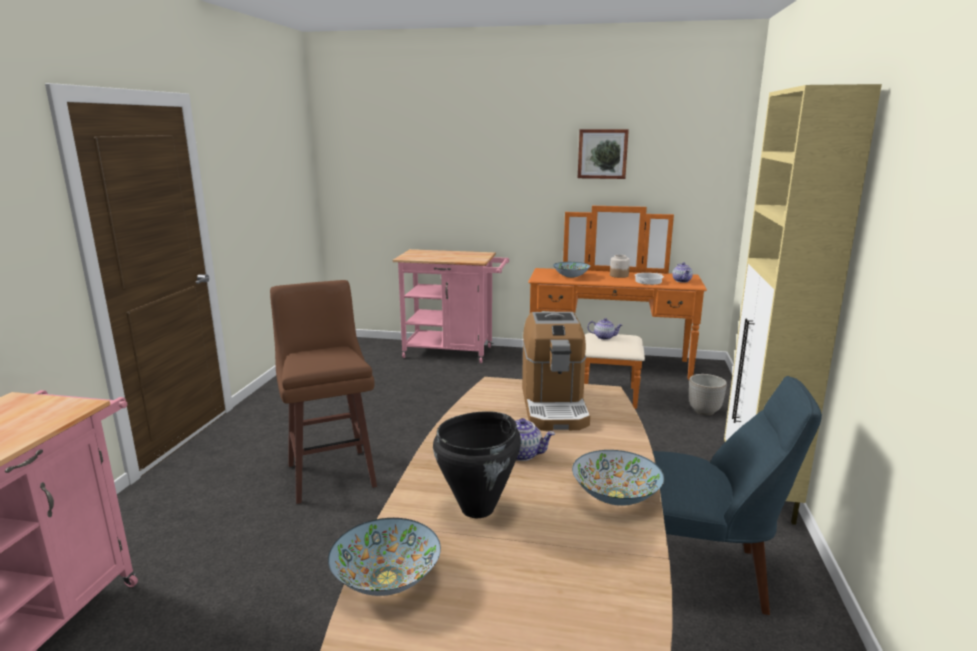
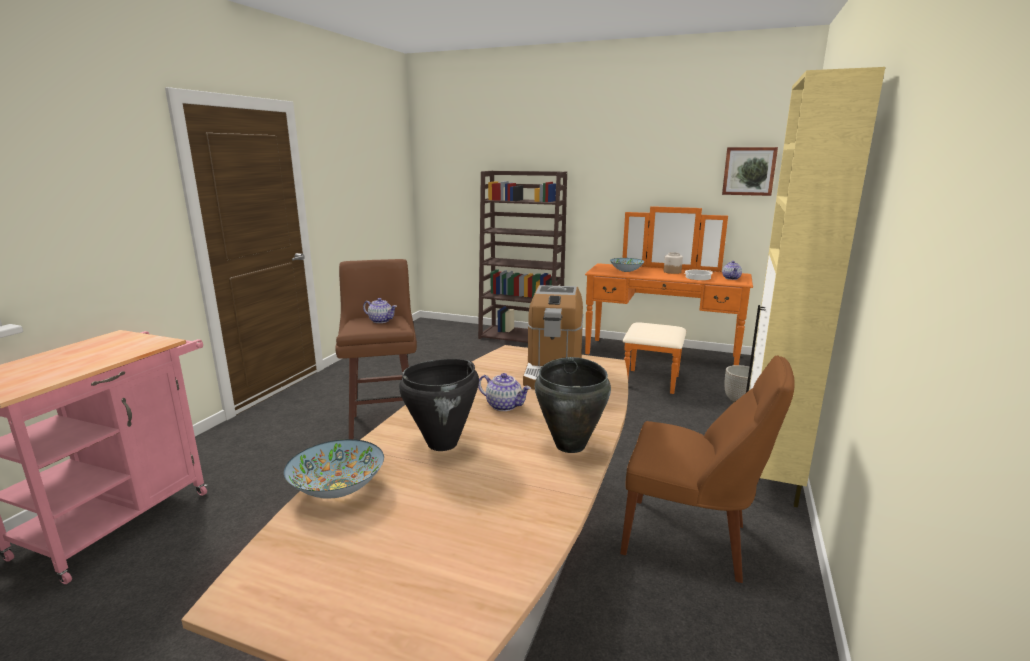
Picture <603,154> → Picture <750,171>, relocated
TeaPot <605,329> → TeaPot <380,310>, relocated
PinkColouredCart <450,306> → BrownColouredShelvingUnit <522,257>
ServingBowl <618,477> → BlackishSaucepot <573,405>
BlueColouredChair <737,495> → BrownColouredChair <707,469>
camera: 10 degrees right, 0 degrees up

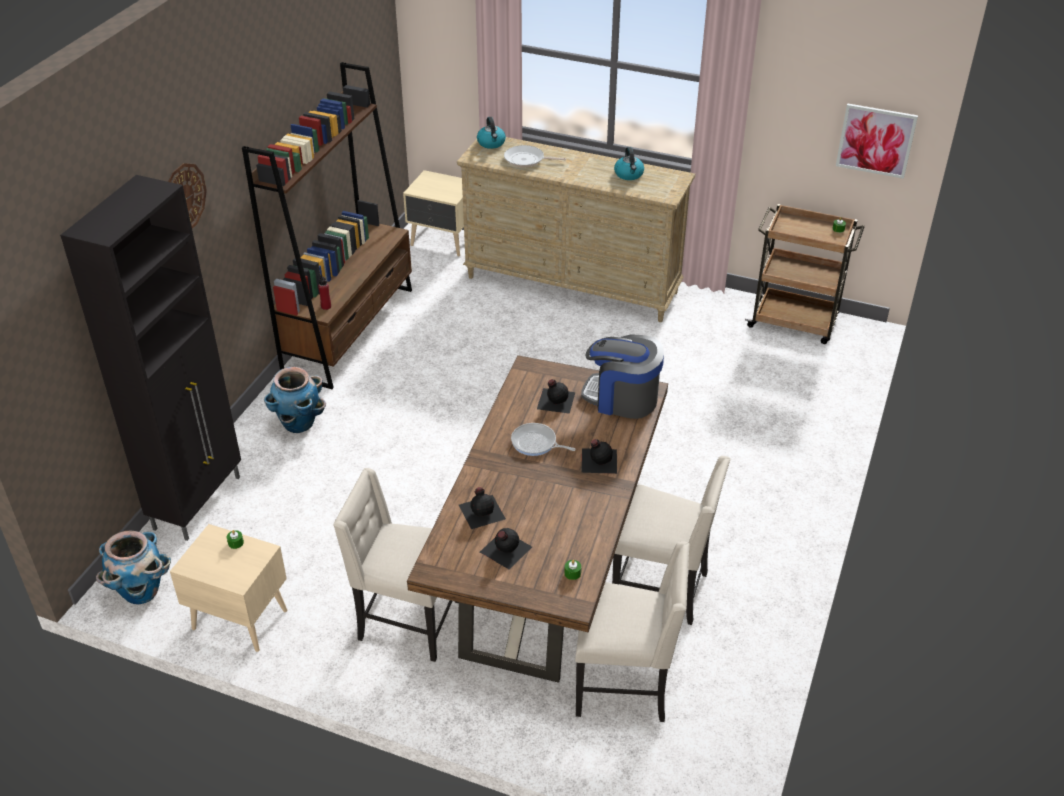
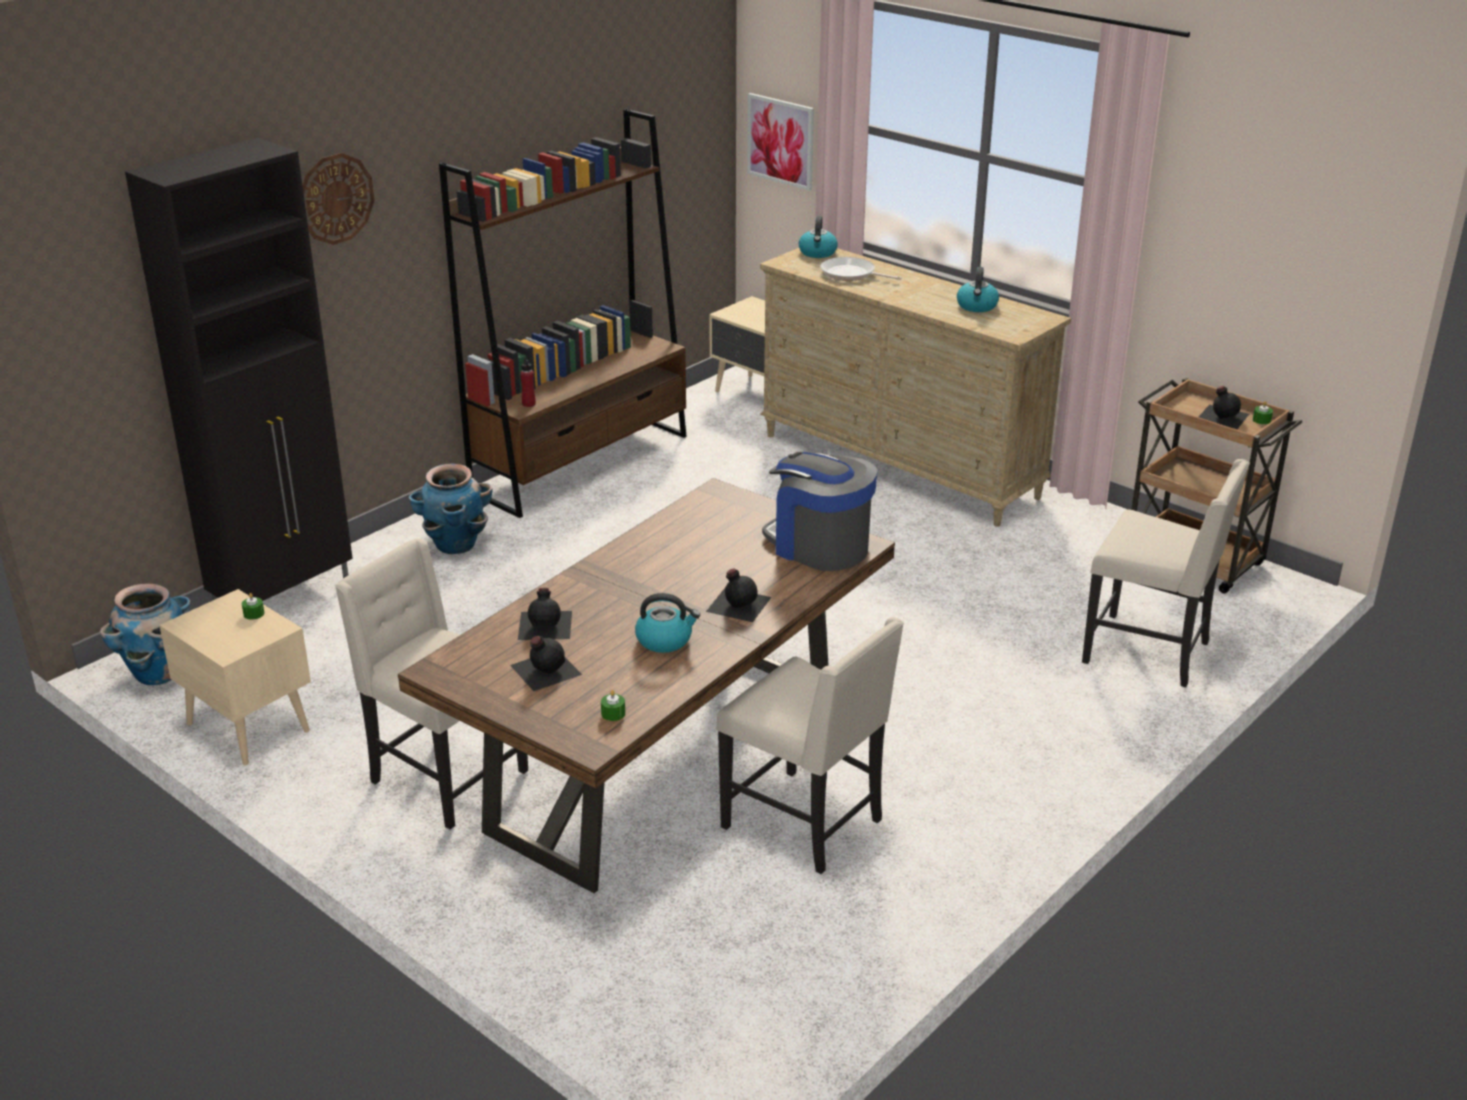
Pan <543,439> → -
- → Kettle <667,623>
BlackishBeverageBottle <556,396> → BlackishBeverageBottle <1224,407>, relocated
BeigeChair <632,631> → BeigeChair <1166,573>, relocated
Picture <877,141> → Picture <780,142>, relocated
camera: 20 degrees right, 10 degrees down

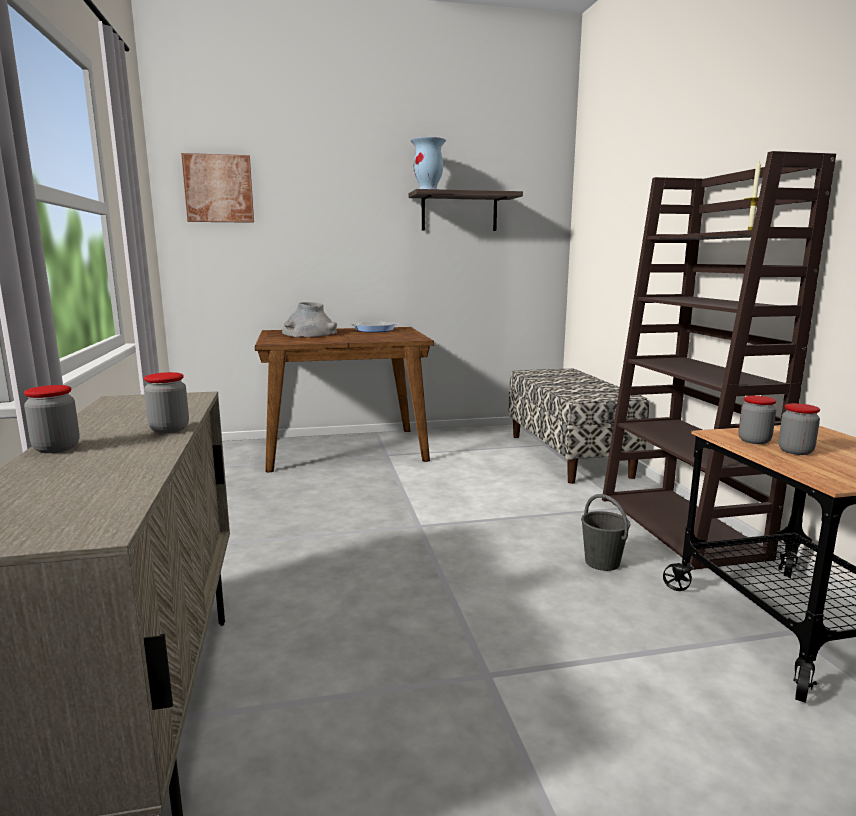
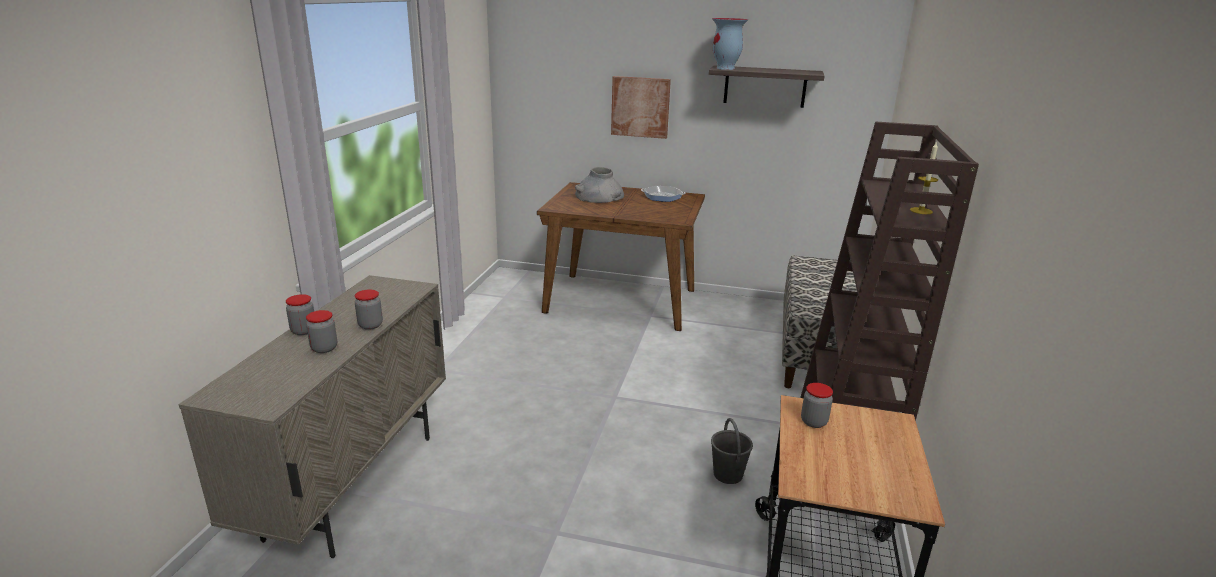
Picture <217,188> → Picture <641,107>, relocated
Jar <799,429> → Jar <321,331>, relocated
camera: 25 degrees right, 10 degrees up

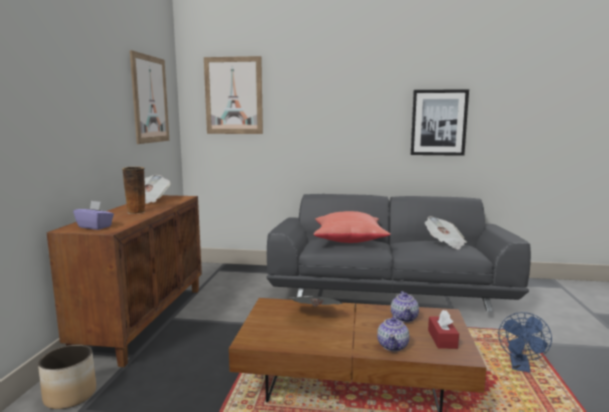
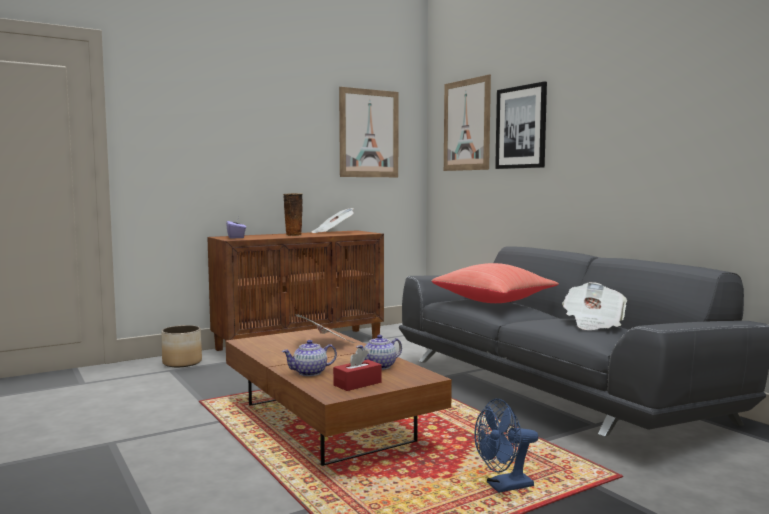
Picture <440,122> → Picture <521,125>, relocated
camera: 50 degrees right, 5 degrees down

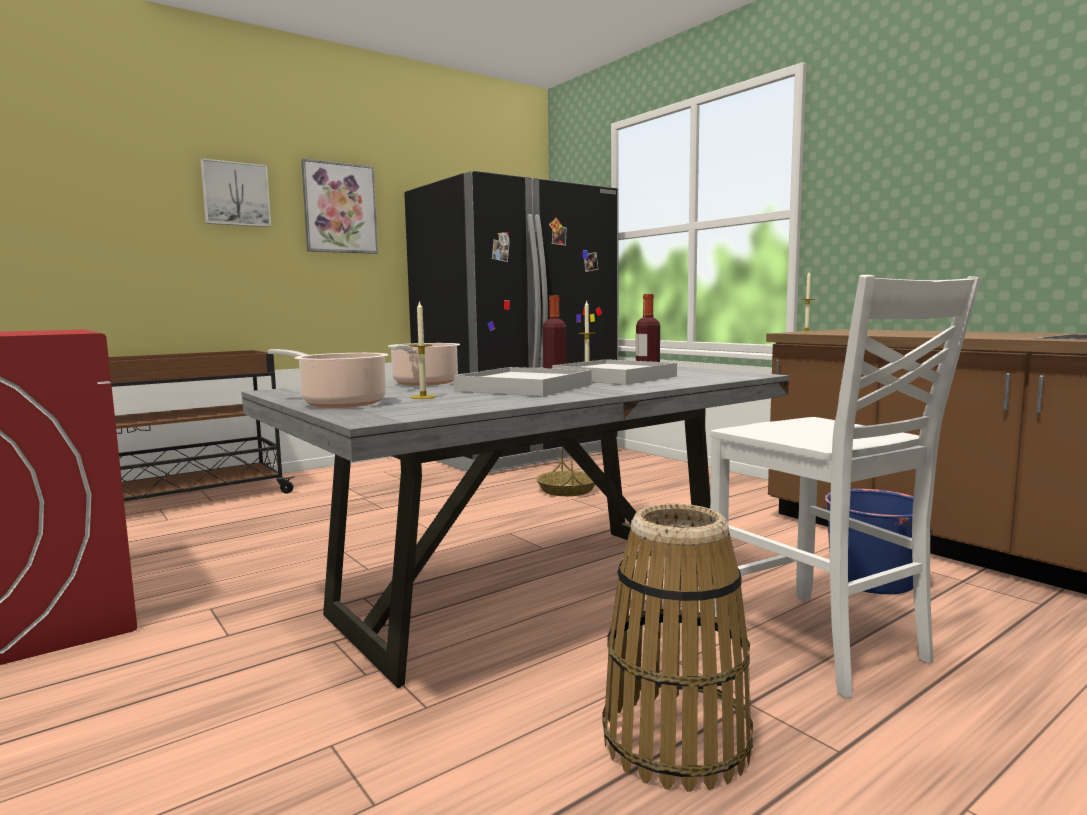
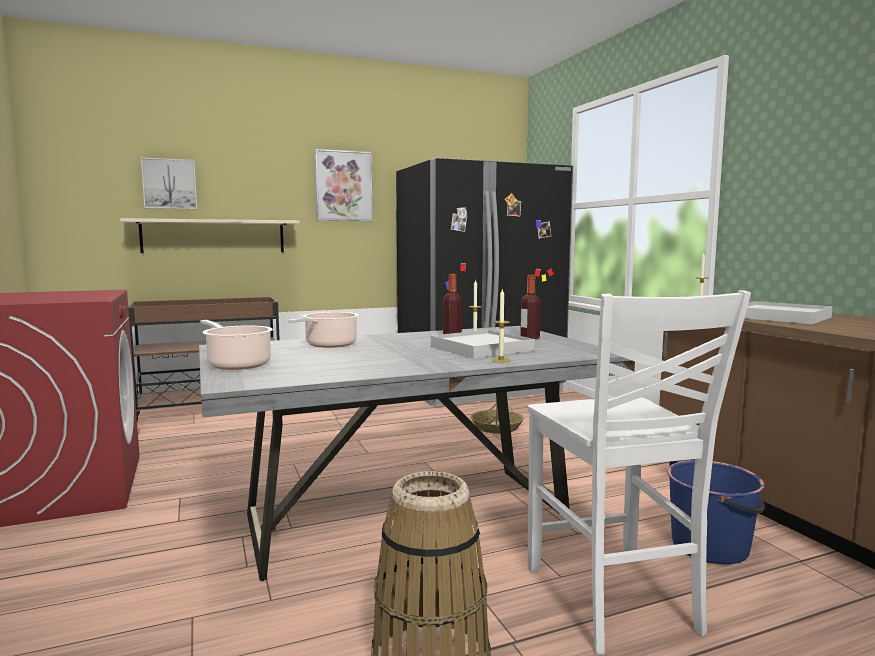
- → BeigeBracketShelf <210,235>
Picture <235,192> → Picture <169,183>, relocated
Candle <423,349> → Candle <501,326>, relocated
WhiteColouredServingTray <523,382> → WhiteColouredServingTray <788,312>, relocated
camera: 15 degrees right, 0 degrees up

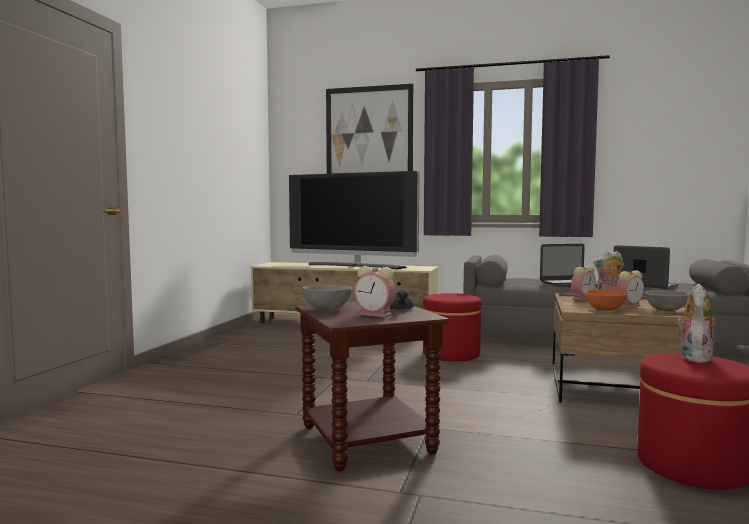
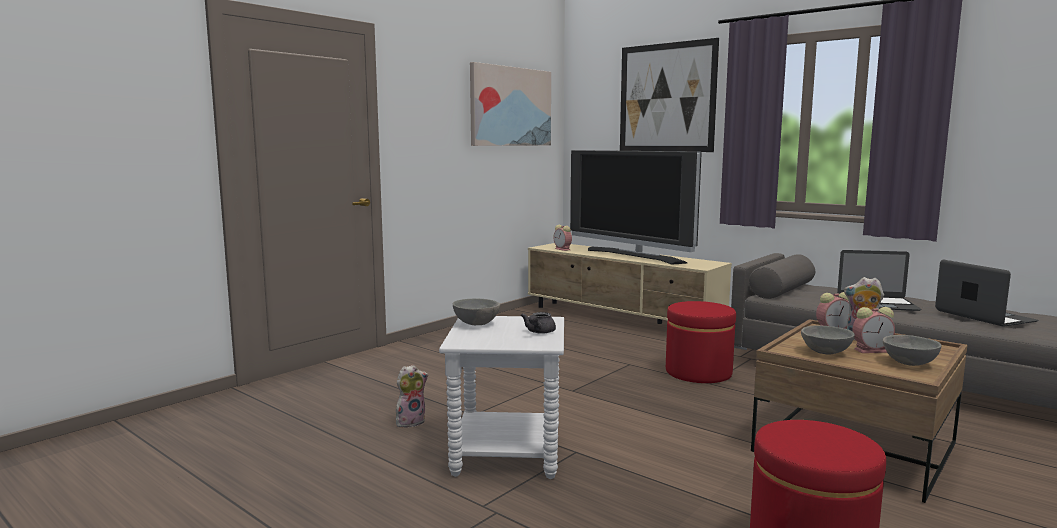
- → Picture <510,104>
AlarmClock <375,291> → AlarmClock <562,238>, relocated
SoftToy <695,323> → SoftToy <412,396>, relocated
BrownColouredAccentTable <372,387> → WhiteColouredAccentTable <501,397>
OrangeColouredServingBowl <606,300> → GrayServingBowl <828,340>
camera: 25 degrees right, 5 degrees up

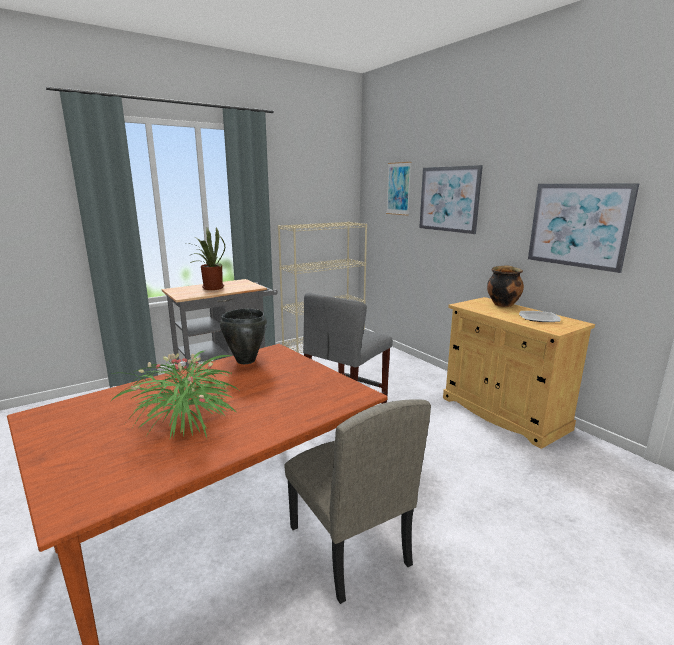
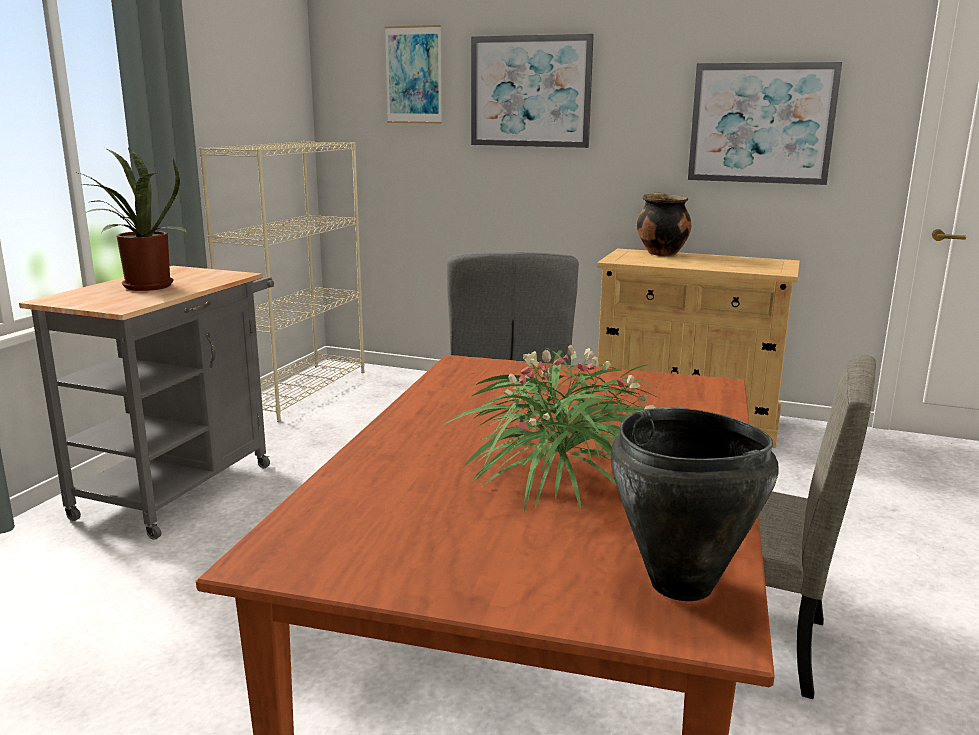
Plate <540,316> → -
BlackishSaucepot <243,336> → BlackishSaucepot <695,504>, relocated
camera: 35 degrees left, 0 degrees up

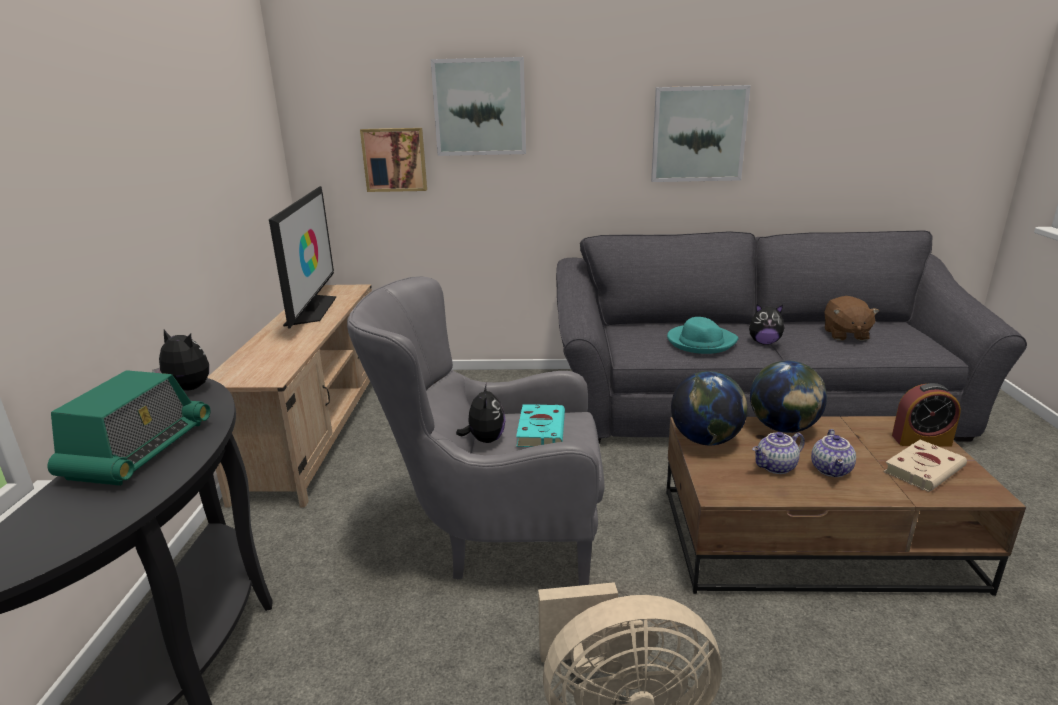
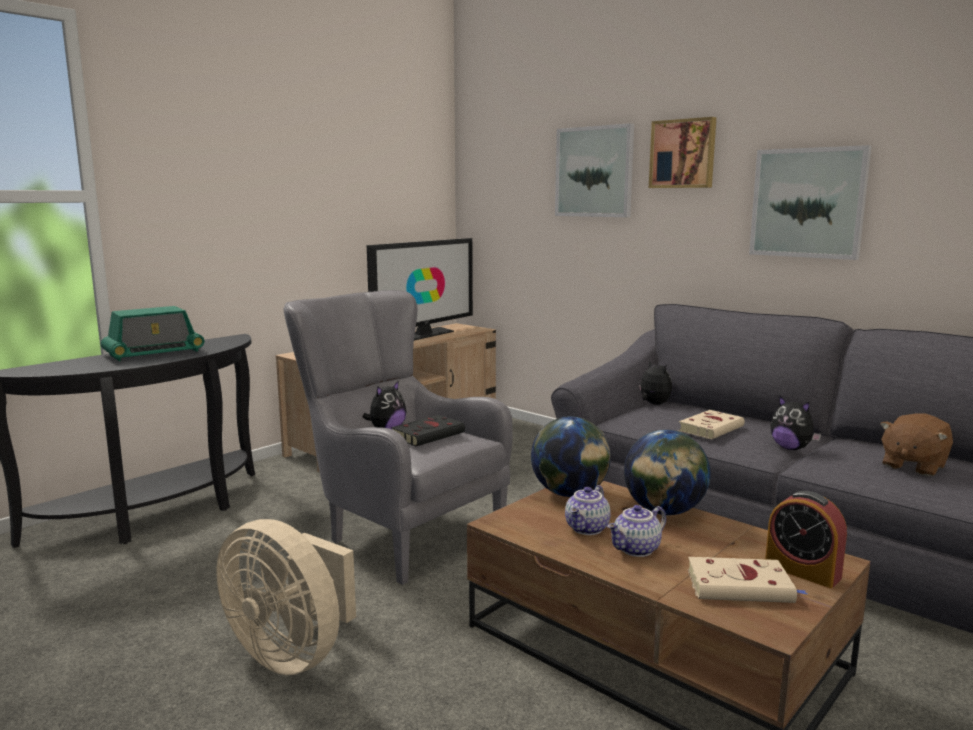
SoftToy <180,360> → SoftToy <655,382>, relocated
Picture <393,160> → Picture <682,152>, relocated
BlueGreenClothingHat <703,335> → BeigeBoundBook <711,424>
BlueGreenBoundBook <540,425> → BlackishBoundBook <428,430>
TeaPot <778,453> → TeaPot <588,510>, 75 degrees counterclockwise
camera: 40 degrees right, 10 degrees down

